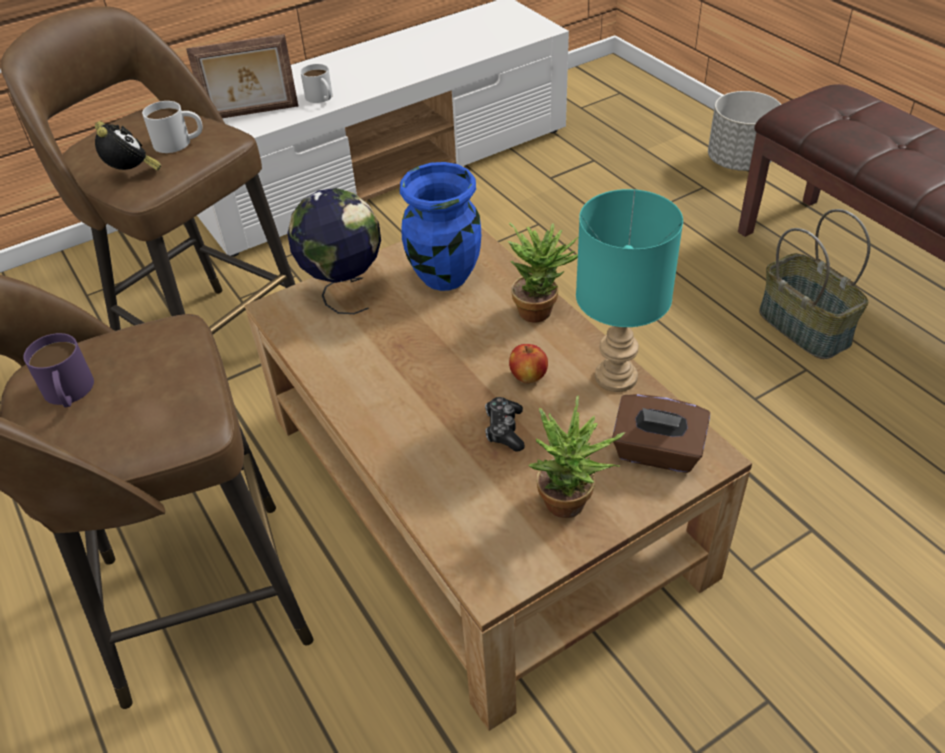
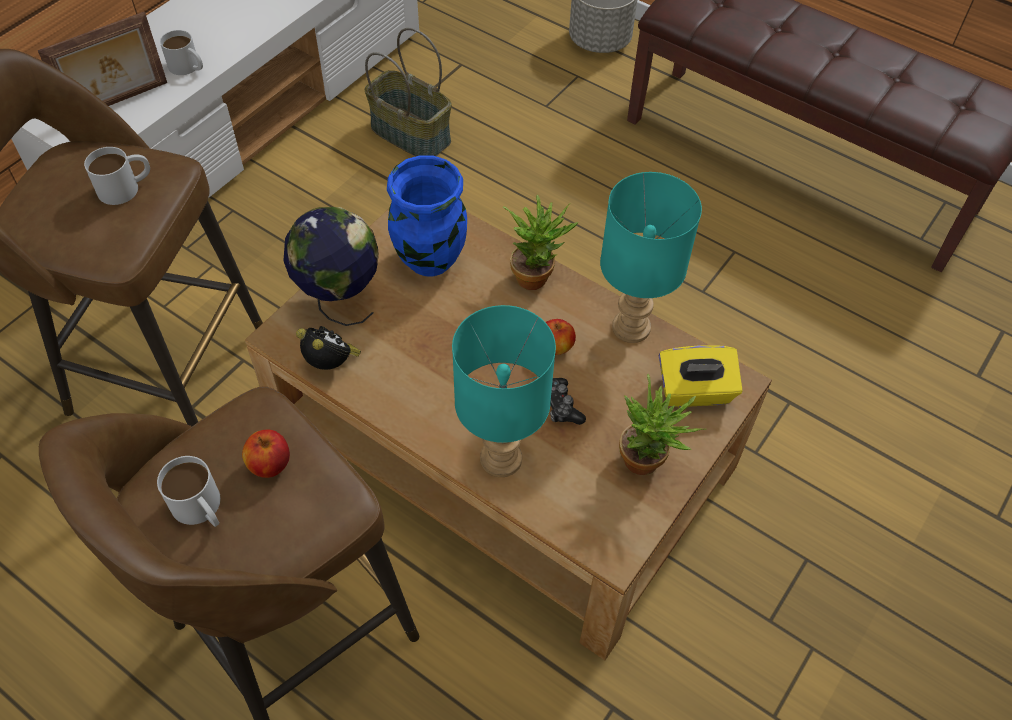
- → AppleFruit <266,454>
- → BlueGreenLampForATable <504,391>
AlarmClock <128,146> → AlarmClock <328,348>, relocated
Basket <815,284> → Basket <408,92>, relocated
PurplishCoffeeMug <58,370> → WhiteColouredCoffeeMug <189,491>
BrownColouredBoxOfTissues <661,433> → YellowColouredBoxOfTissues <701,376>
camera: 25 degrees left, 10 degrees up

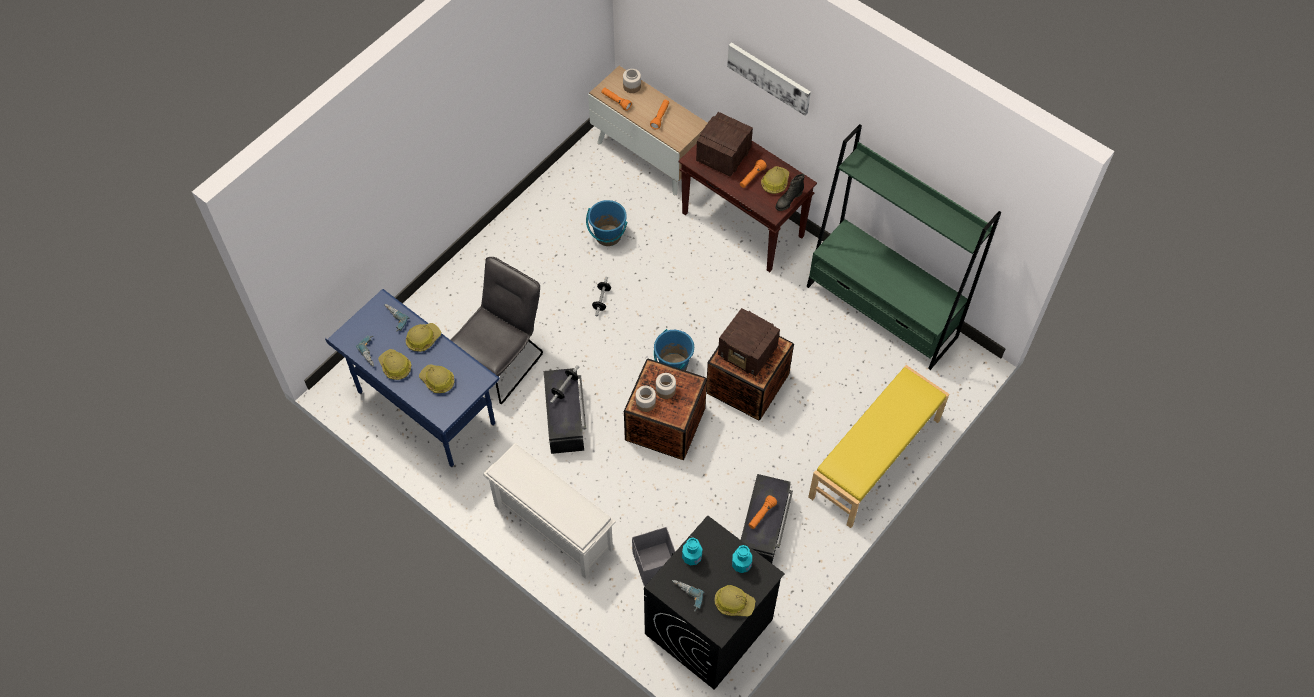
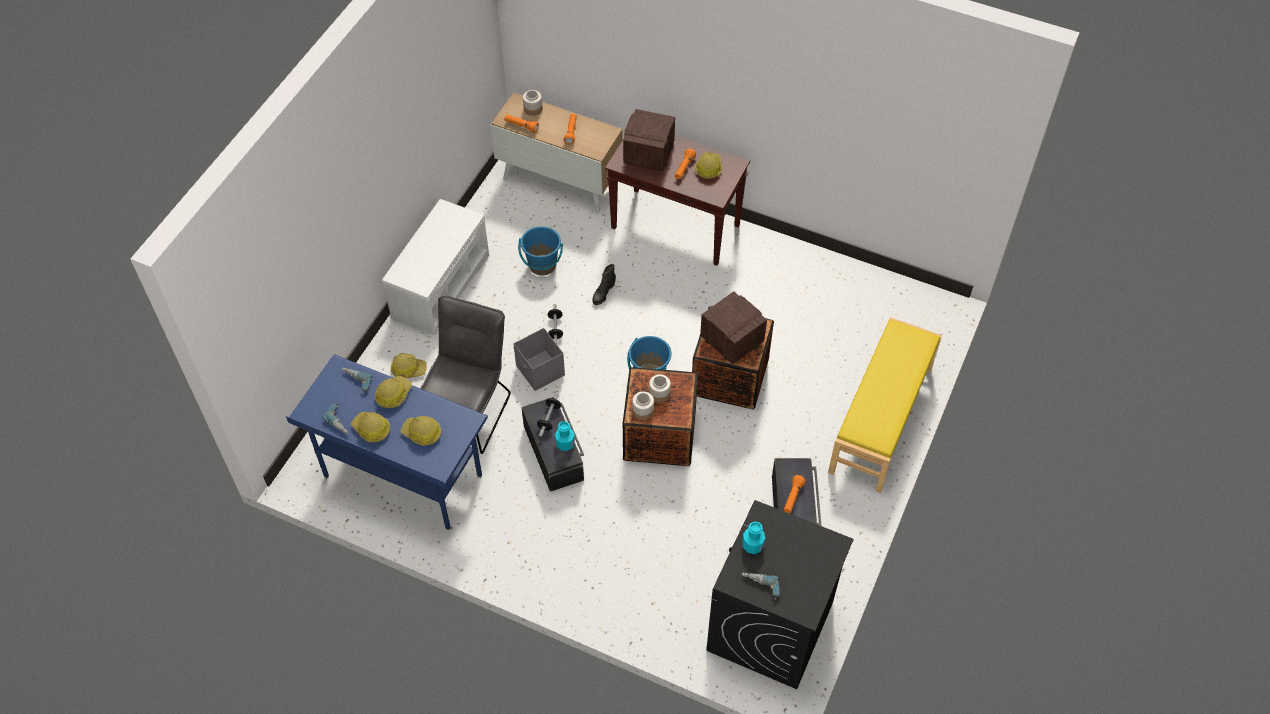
WhiteColouredShoeStand <549,511> → -
Picture <769,79> → -
GreenishShelvingUnit <904,247> → -
- → WhiteColouredLongSeat <435,267>
GrayStorageContainer <653,556> → GrayStorageContainer <539,359>, relocated
WorkHelmet <734,600> → WorkHelmet <409,366>, relocated
BlueGreenBeverageBottle <742,559> → BlueGreenBeverageBottle <565,436>, relocated
BlackishHighTopBoot <790,192> → BlackishHighTopBoot <604,284>, relocated
RadioReceiver <749,342> → RadioReceiver <733,327>, 150 degrees counterclockwise
camera: 15 degrees left, 5 degrees down

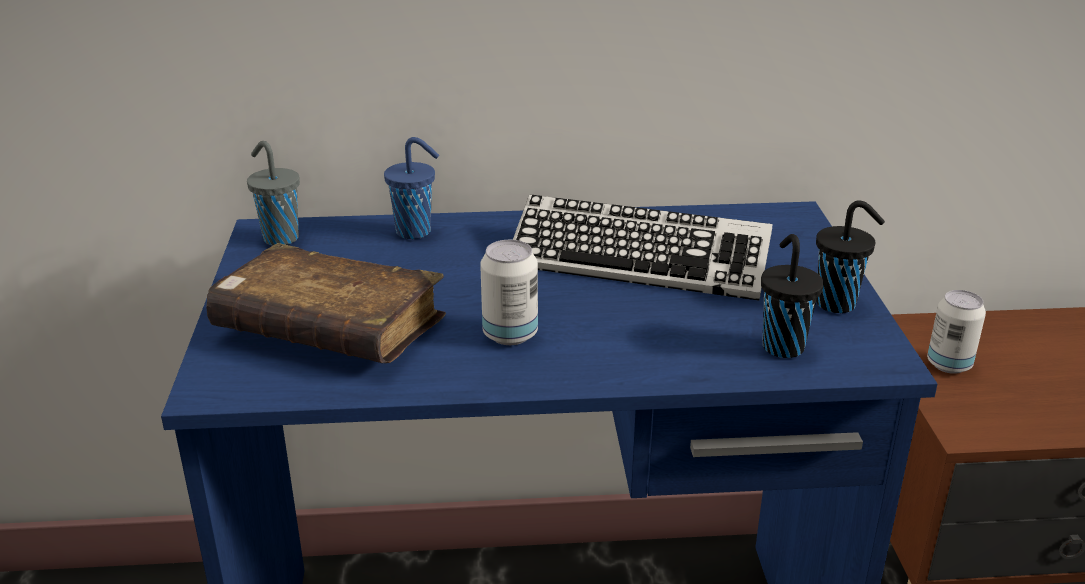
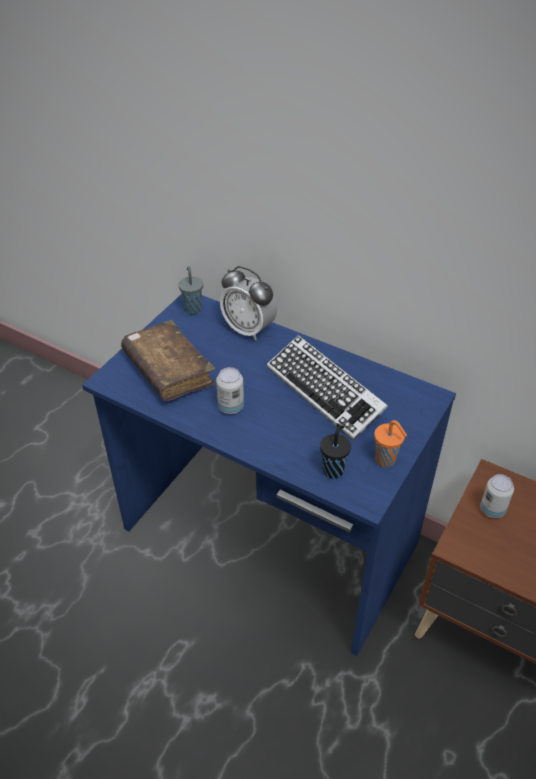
BlueColouredCup <411,188> → AlarmClock <248,303>
BlackishCup <850,256> → OrangeColouredCup <390,443>
camera: 35 degrees right, 15 degrees up

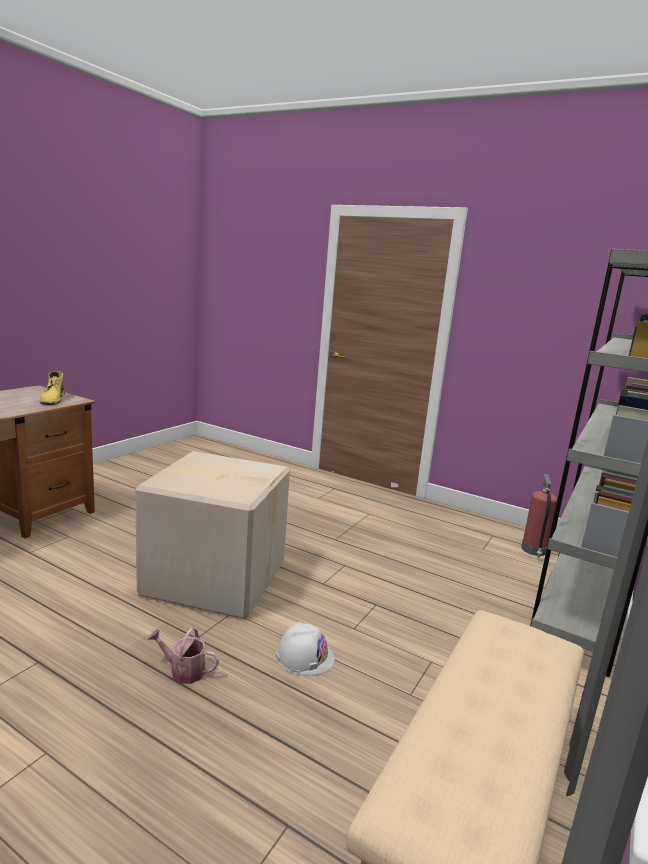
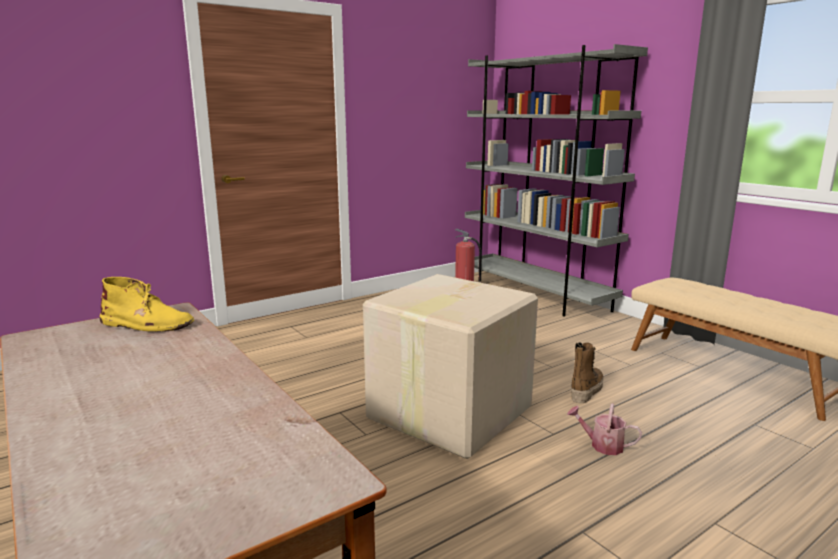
WhiteColouredWorkHelmet <305,649> → HighTopBoot <587,372>
SprinklingCan <183,656> → SprinklingCan <604,429>, 75 degrees clockwise
camera: 65 degrees left, 0 degrees up

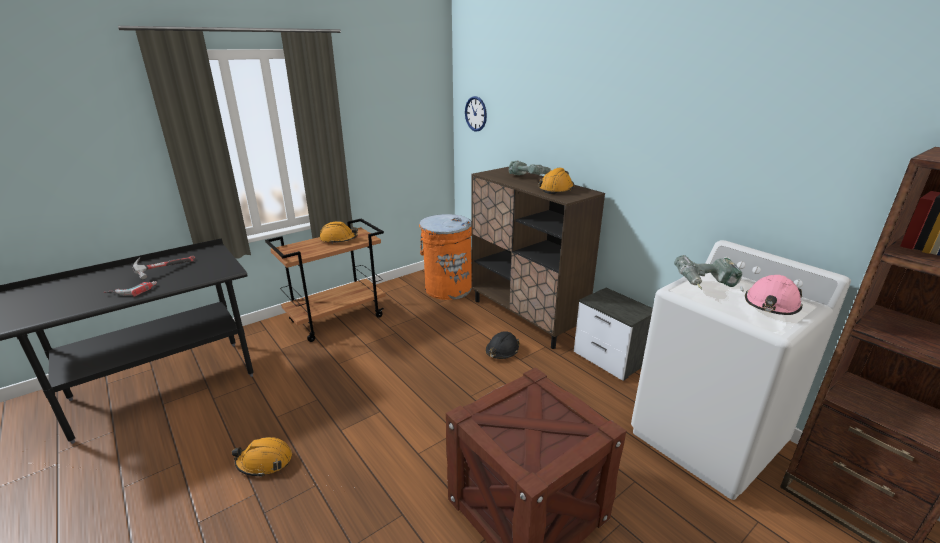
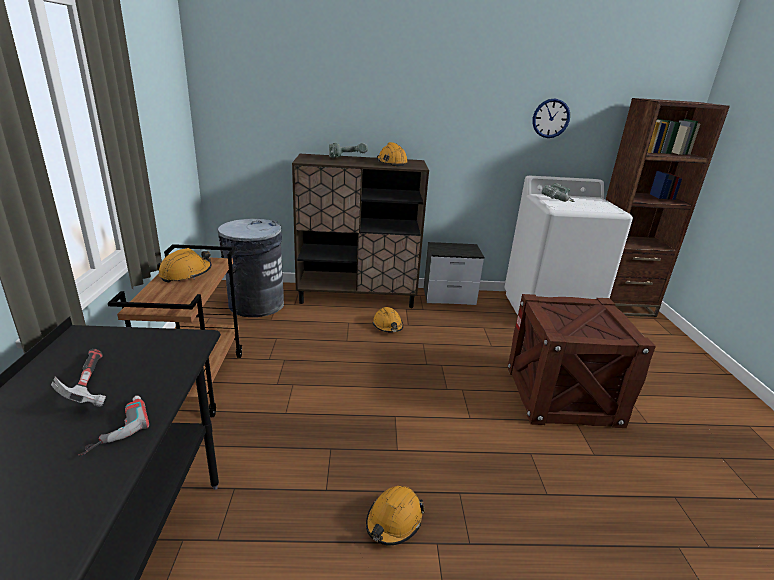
PinkColouredWorkHelmet <774,295> → -
HangingClock <476,113> → HangingClock <551,118>, relocated
OrangeColouredRubbishBin <445,257> → GrayRubbishBin <250,268>
BlackishWorkHelmet <502,345> → OrangeColouredWorkHelmet <388,319>
camera: 55 degrees left, 0 degrees up

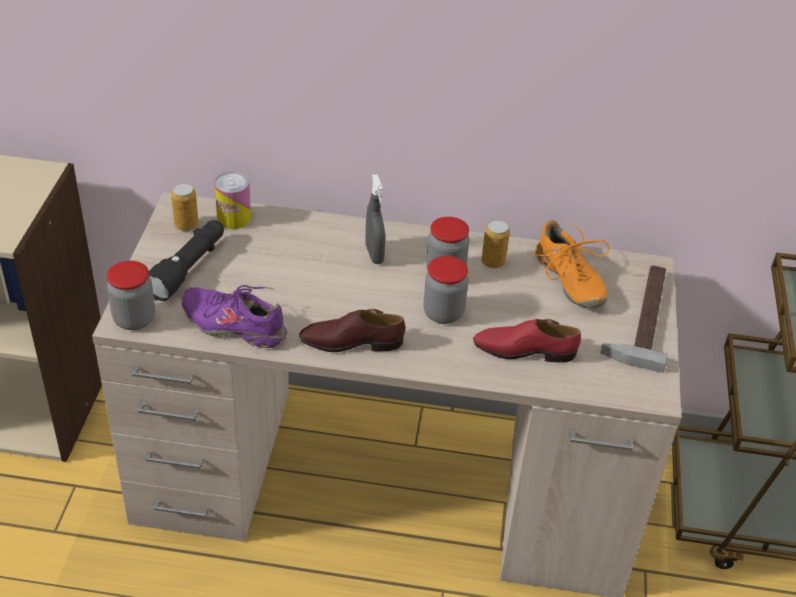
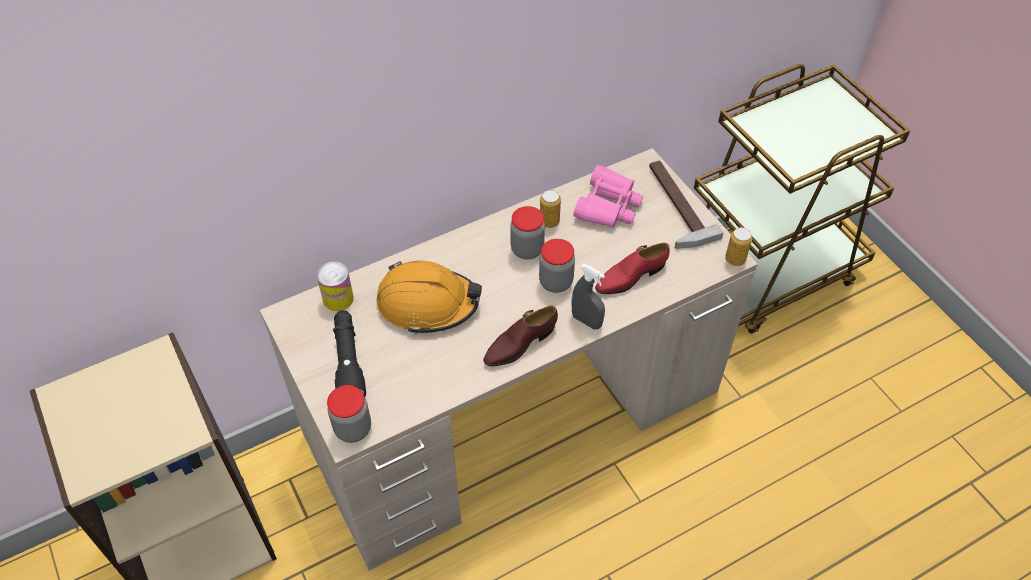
PurplishLowShoe <234,316> → -
- → OrangeColouredWorkHelmet <429,297>
Can <185,207> → Can <738,246>, relocated
GraySprayBottle <375,219> → GraySprayBottle <588,297>, relocated
OrangeColouredLowShoe <569,264> → PinkColouredBinoculars <608,196>
camera: 35 degrees left, 10 degrees up

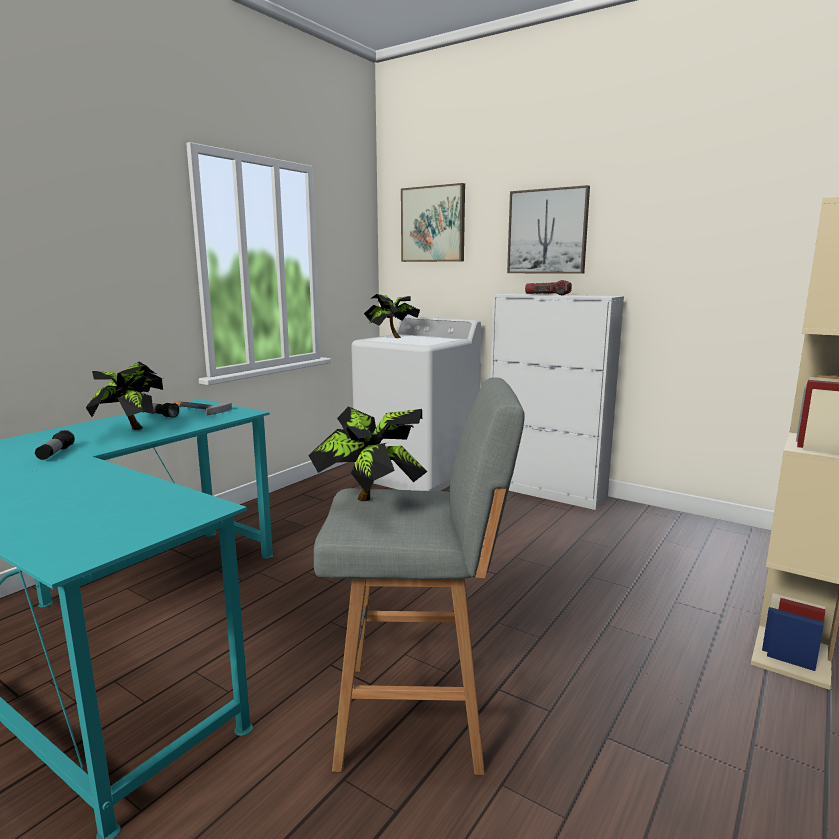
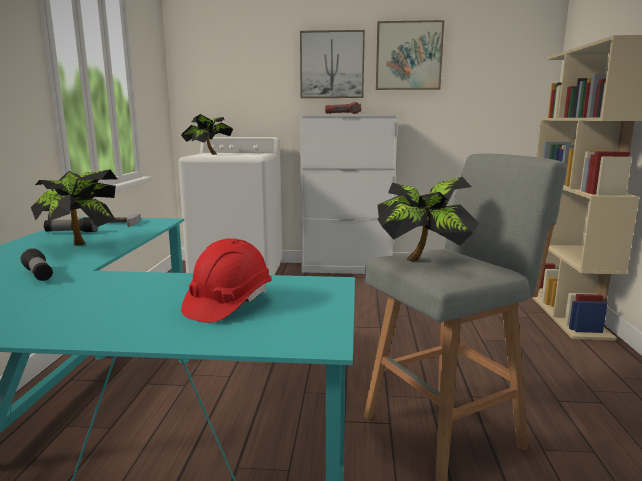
- → RedColouredWorkHelmet <226,280>
Picture <433,222> → Picture <410,55>, relocated
camera: 30 degrees left, 0 degrees up

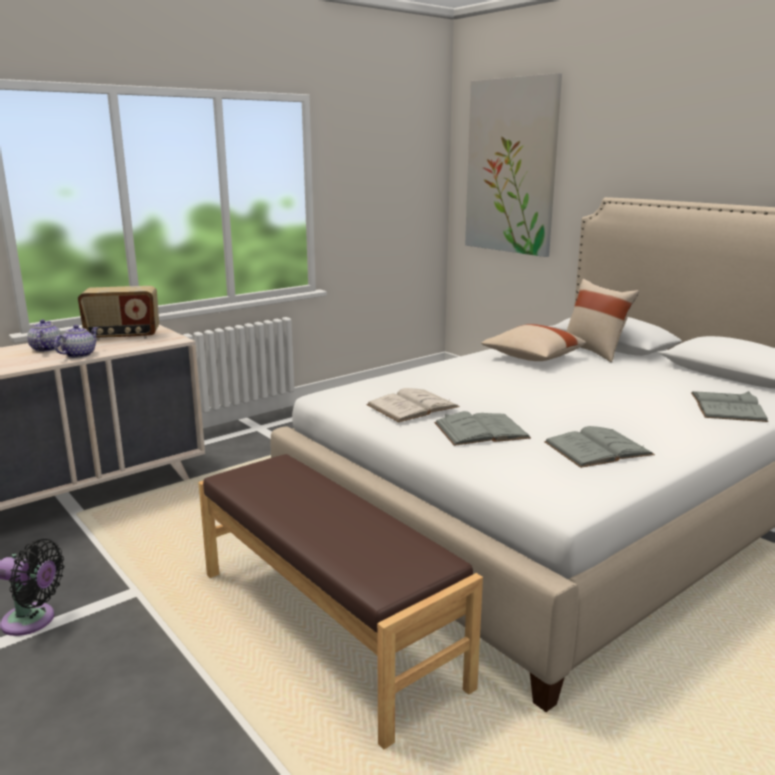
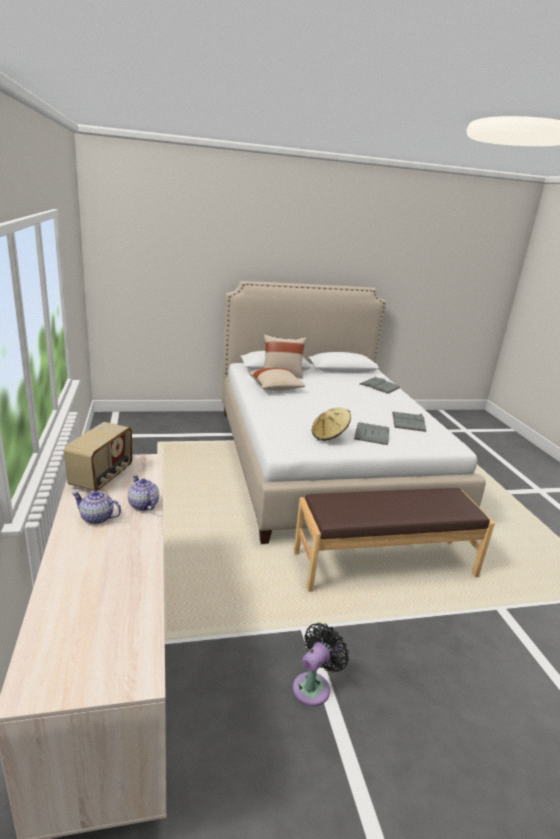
Picture <513,165> → -
WhiteColouredBoundBook <413,405> → BeigeClothingHat <331,424>
camera: 65 degrees left, 5 degrees up

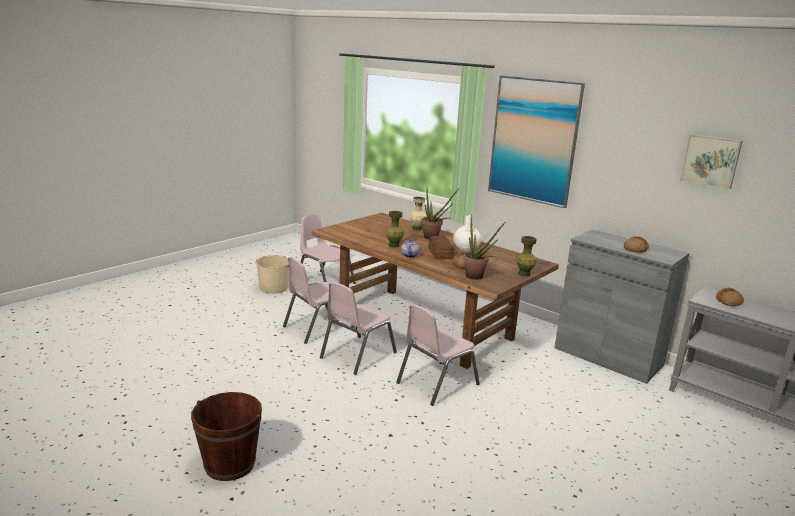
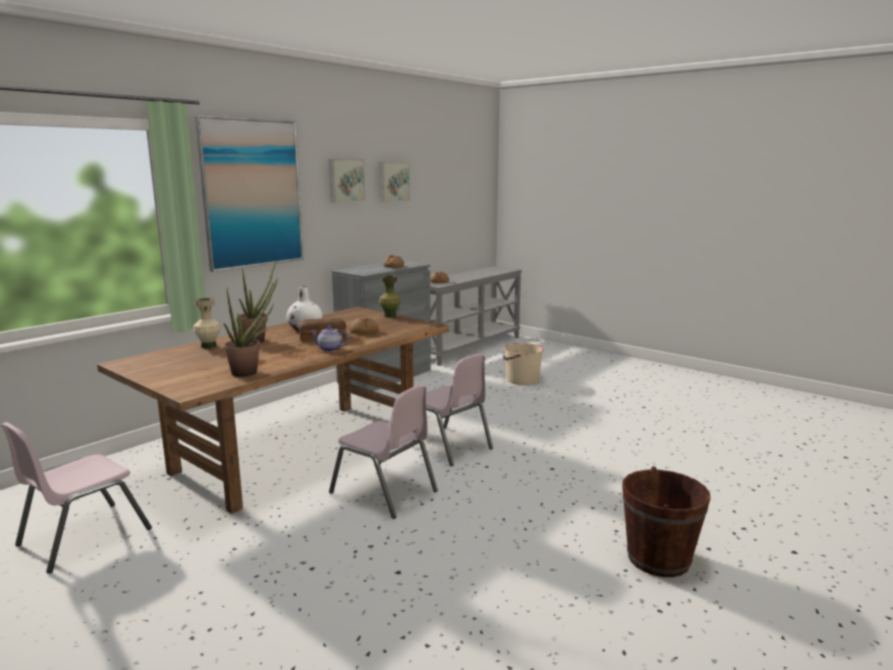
PinkColouredChair <319,300> → -
GreenishFlowerVase <394,229> → -
- → Picture <347,181>
BeigeWaterBucket <272,274> → BeigeWaterBucket <523,364>, relocated
PottedPlant <484,247> → PottedPlant <250,327>, relocated
camera: 90 degrees left, 5 degrees down

